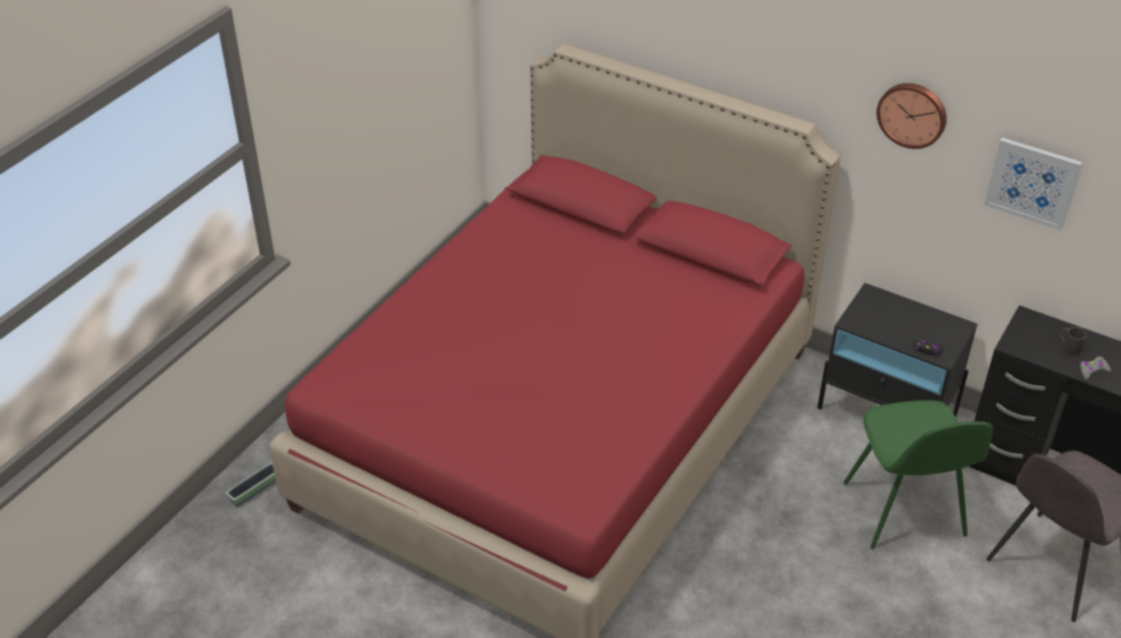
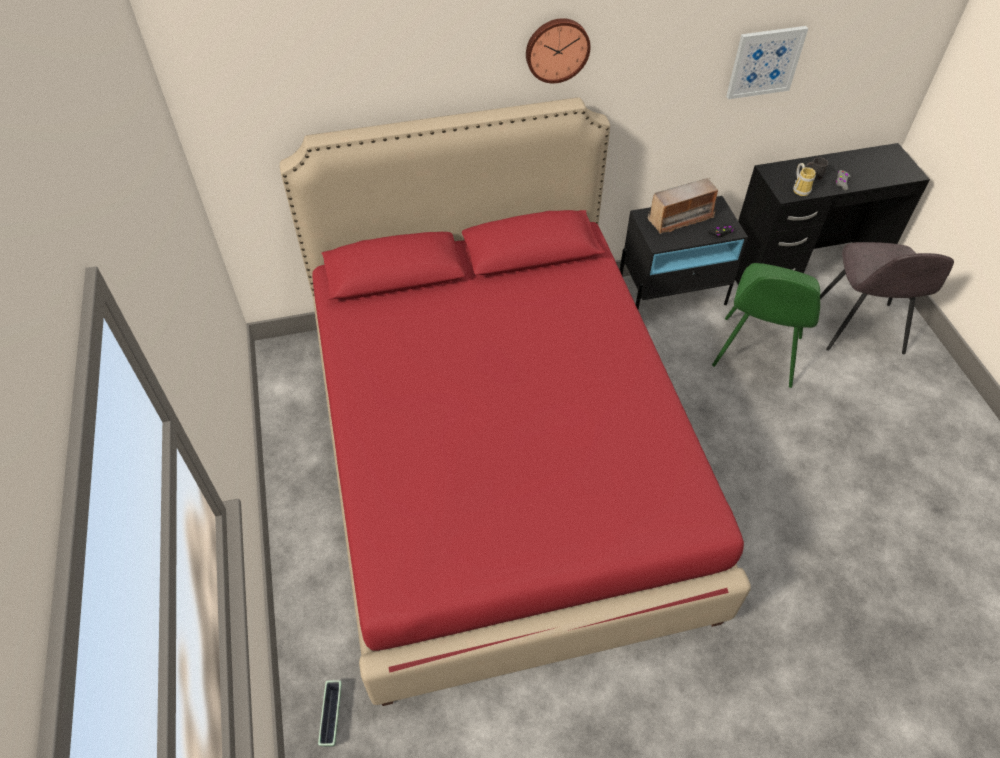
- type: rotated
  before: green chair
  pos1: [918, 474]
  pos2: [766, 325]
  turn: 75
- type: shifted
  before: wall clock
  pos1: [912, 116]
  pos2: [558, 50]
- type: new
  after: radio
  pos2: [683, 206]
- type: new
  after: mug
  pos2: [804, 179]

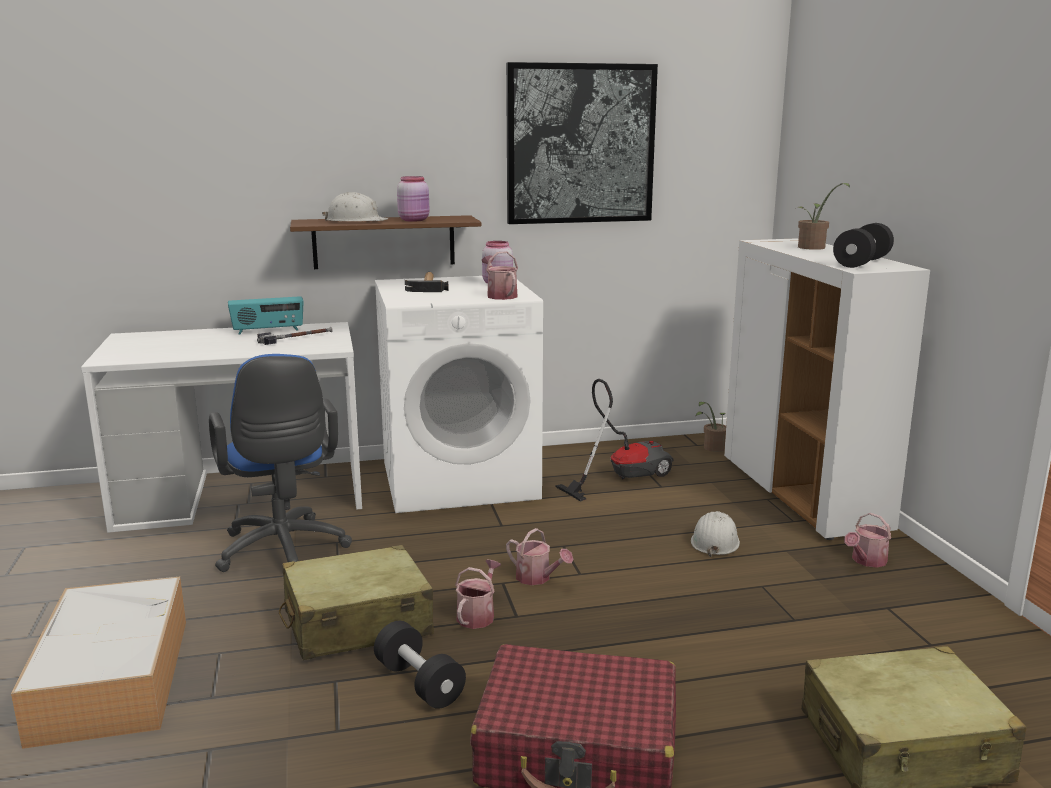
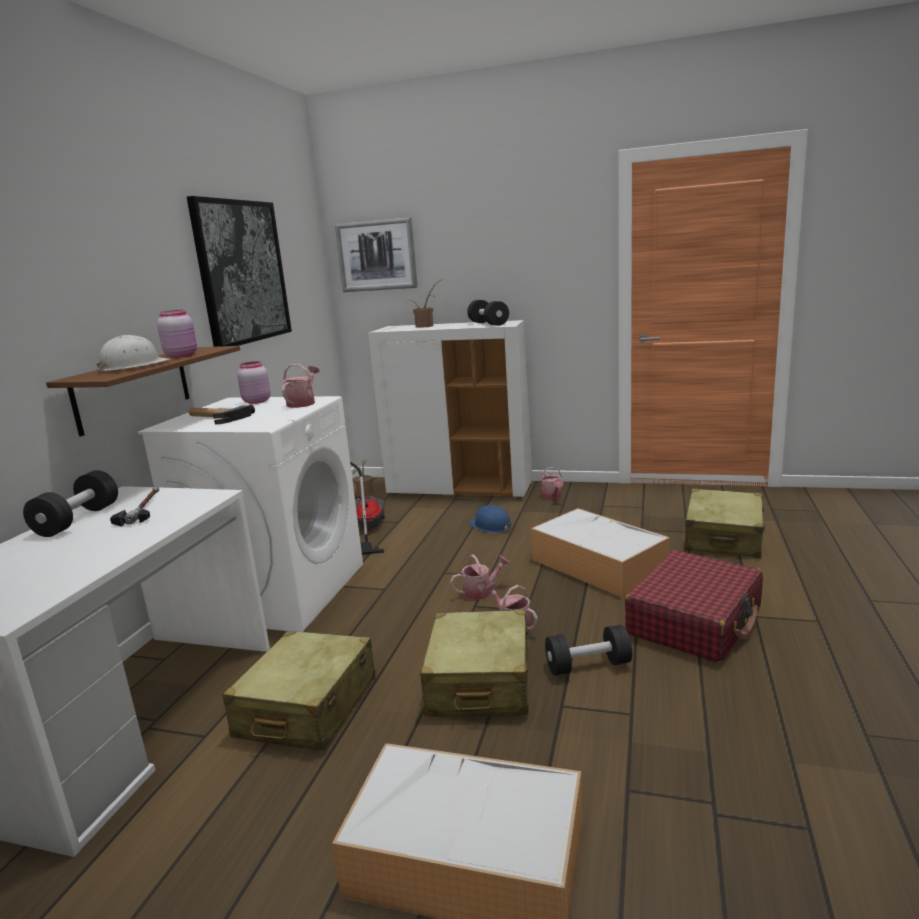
- type: swapped
  before: blue office chair
  after: beige suitcase
  pos1: [280, 463]
  pos2: [299, 691]
- type: swapped
  before: radio
  after: black dumbbell
  pos1: [266, 315]
  pos2: [70, 503]
- type: rotated
  before: watering can
  pos1: [500, 275]
  pos2: [301, 386]
  turn: 105
- type: repainted
  before: white hard hat
  after: blue hard hat
  pos1: [715, 534]
  pos2: [490, 519]
- type: new
  after: picture
  pos2: [376, 254]
- type: new
  after: storage box
  pos2: [600, 553]

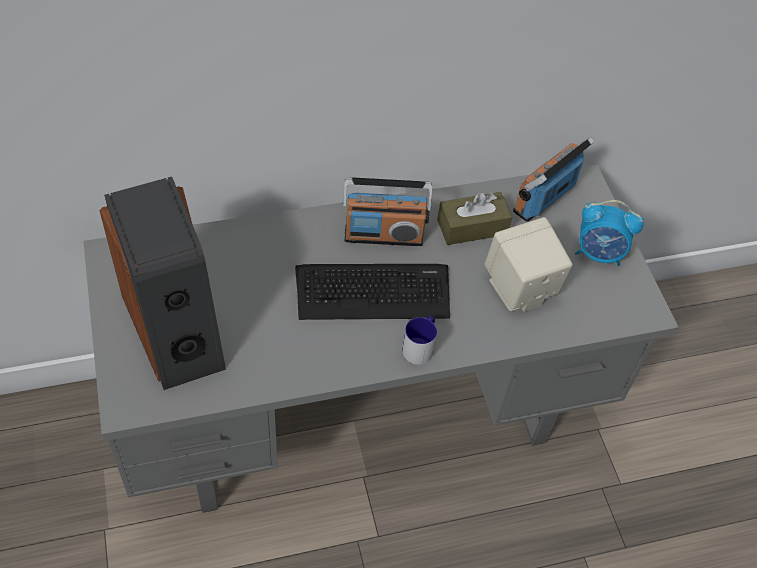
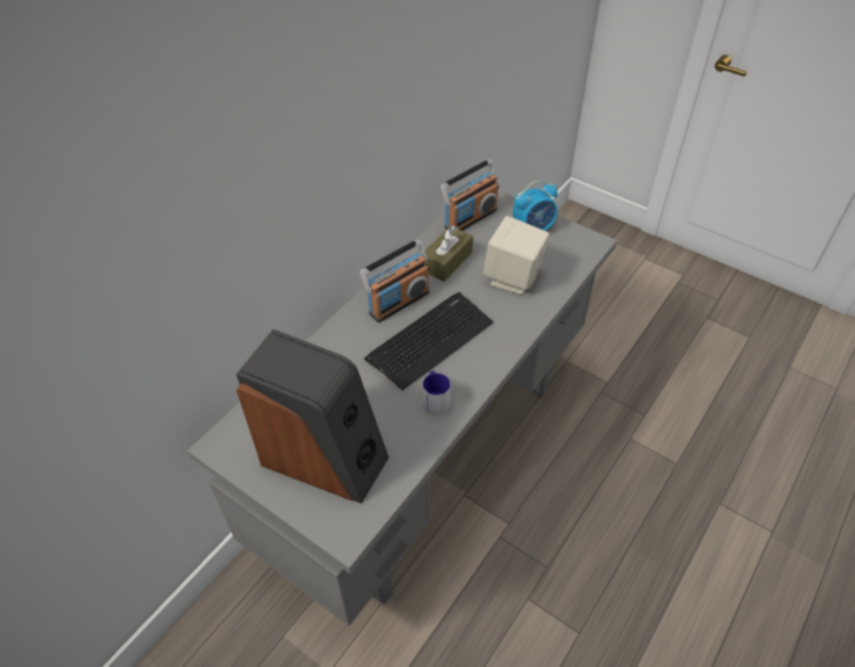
- type: shifted
  before: mug
  pos1: [419, 340]
  pos2: [437, 393]
- type: rotated
  before: radio
  pos1: [553, 179]
  pos2: [470, 195]
  turn: -135

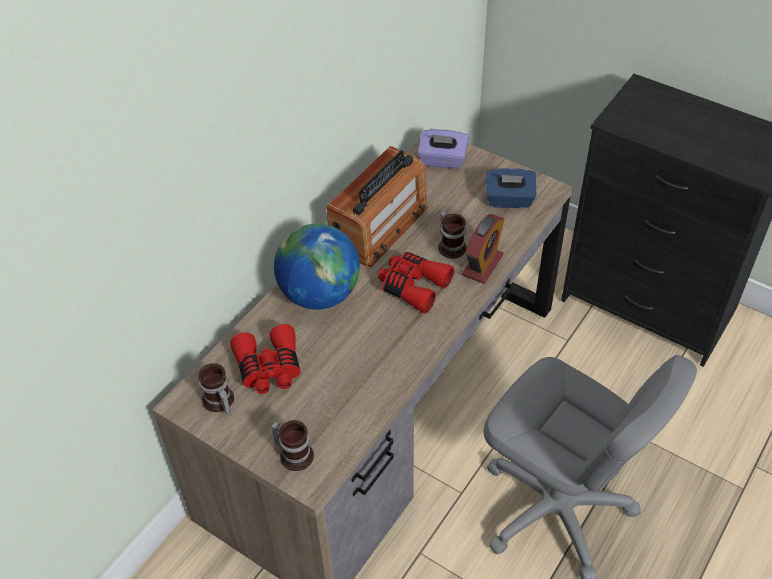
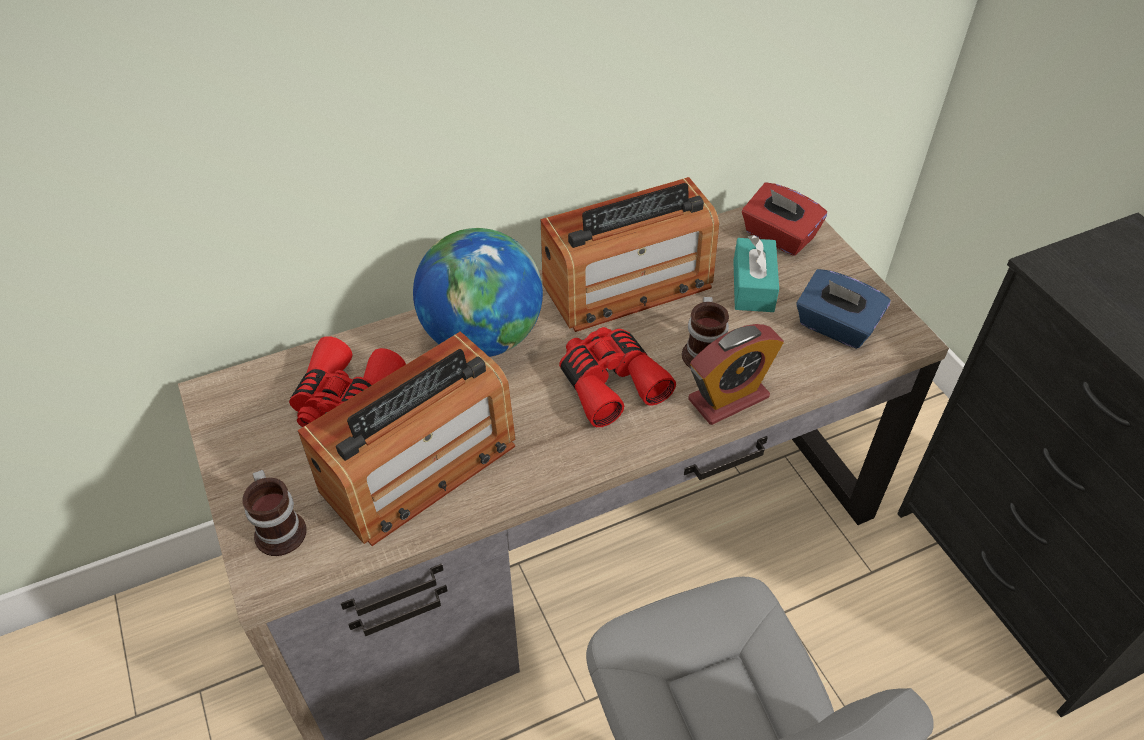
- type: gone
  before: mug
  pos1: [216, 388]
- type: repainted
  before: purple tissue box
  after: red tissue box
  pos1: [443, 149]
  pos2: [784, 219]
- type: new
  after: radio
  pos2: [406, 438]
- type: new
  after: turquoise tissue box
  pos2: [756, 273]

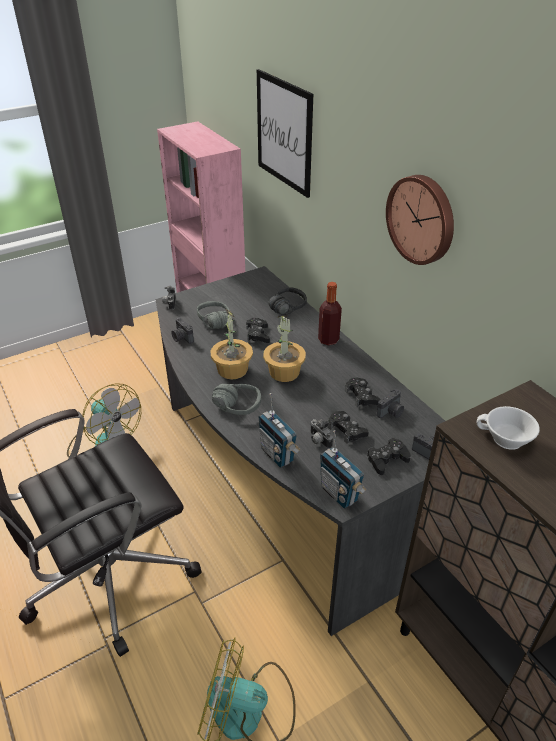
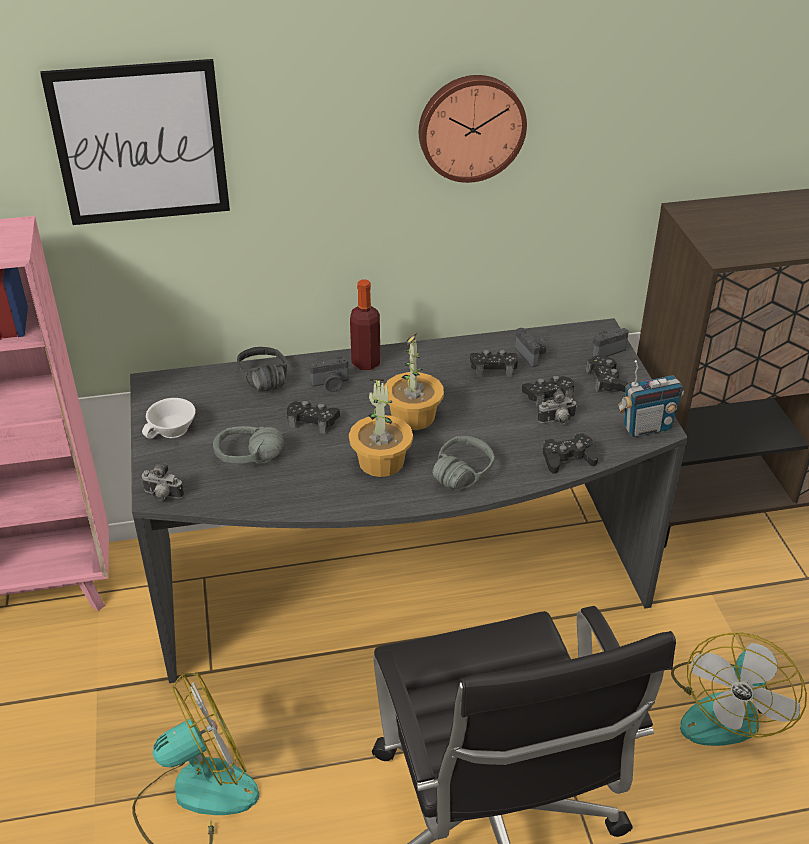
- type: shifted
  before: photo camera
  pos1: [182, 330]
  pos2: [329, 374]
- type: swapped
  before: radio
  after: black game controller
  pos1: [279, 430]
  pos2: [570, 453]
- type: shifted
  before: white cup
  pos1: [508, 428]
  pos2: [169, 418]

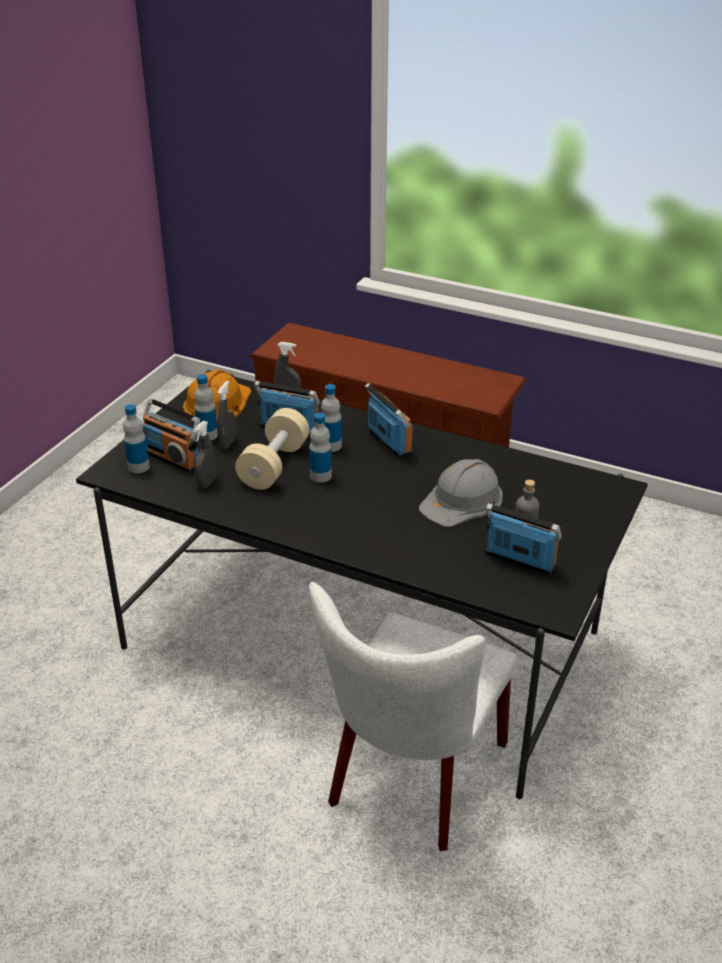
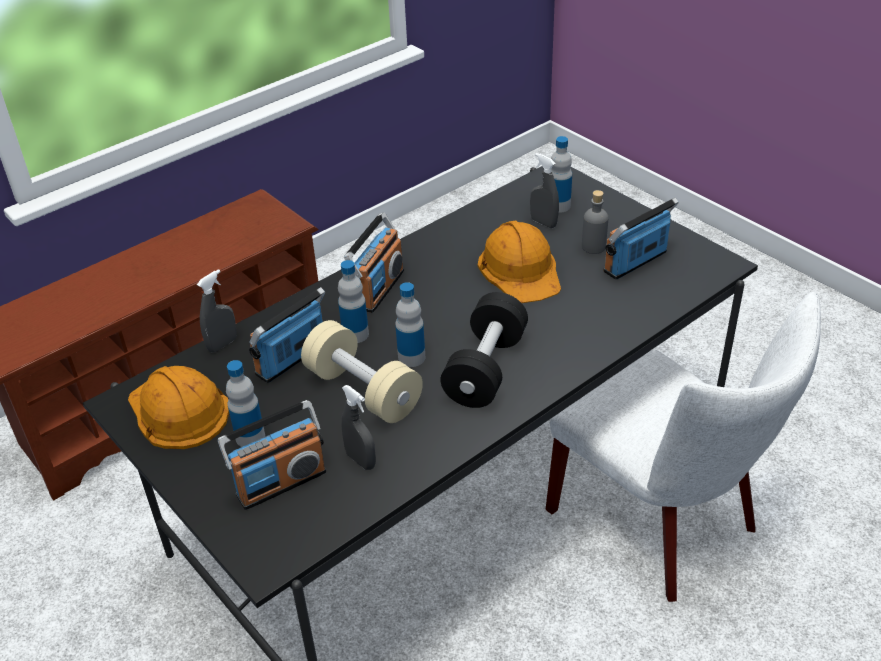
- type: shifted
  before: bottle
  pos1: [136, 438]
  pos2: [561, 174]
- type: shifted
  before: grey spray bottle
  pos1: [226, 415]
  pos2: [544, 190]
- type: rotated
  before: radio
  pos1: [389, 420]
  pos2: [374, 262]
  turn: 120
- type: repainted
  before: grey hard hat
  after: orange hard hat
  pos1: [461, 493]
  pos2: [519, 262]
- type: new
  after: black dumbbell
  pos2: [484, 350]

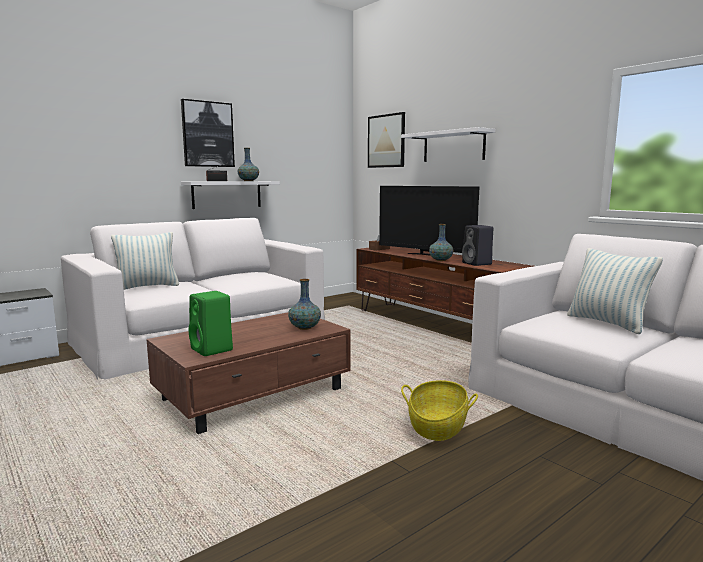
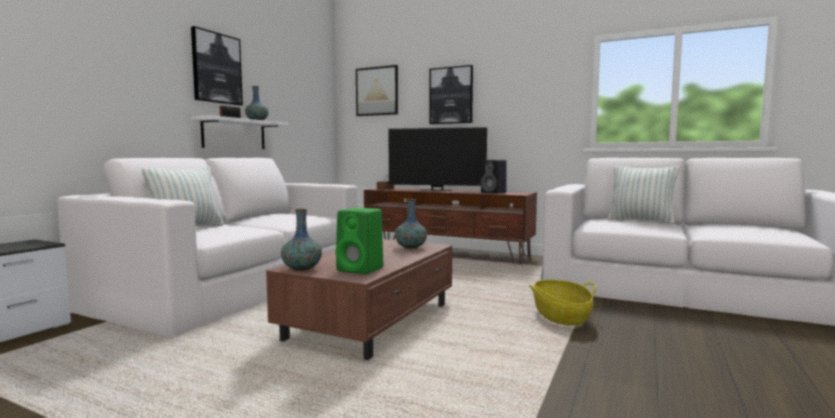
- type: swapped
  before: white shelf
  after: picture
  pos1: [448, 144]
  pos2: [451, 94]
- type: shifted
  before: vase
  pos1: [441, 242]
  pos2: [301, 240]

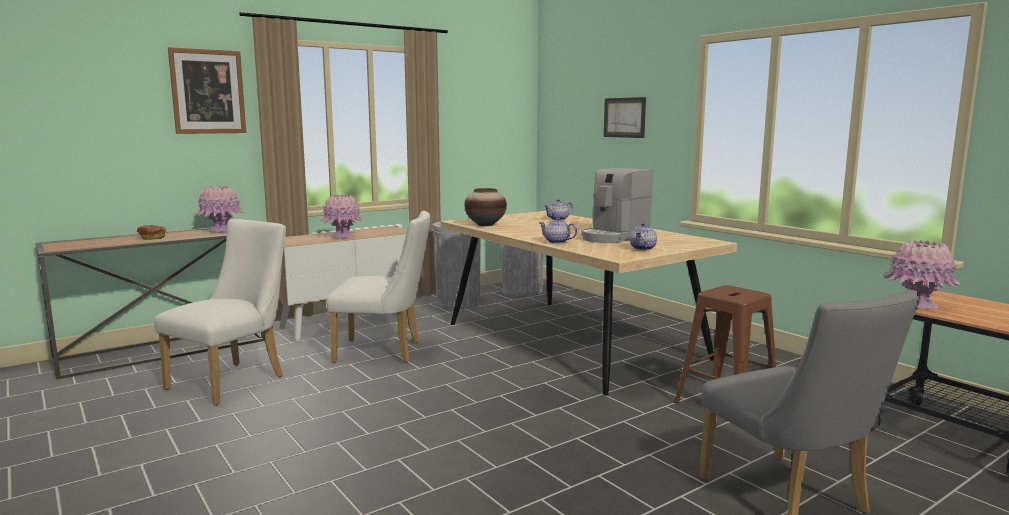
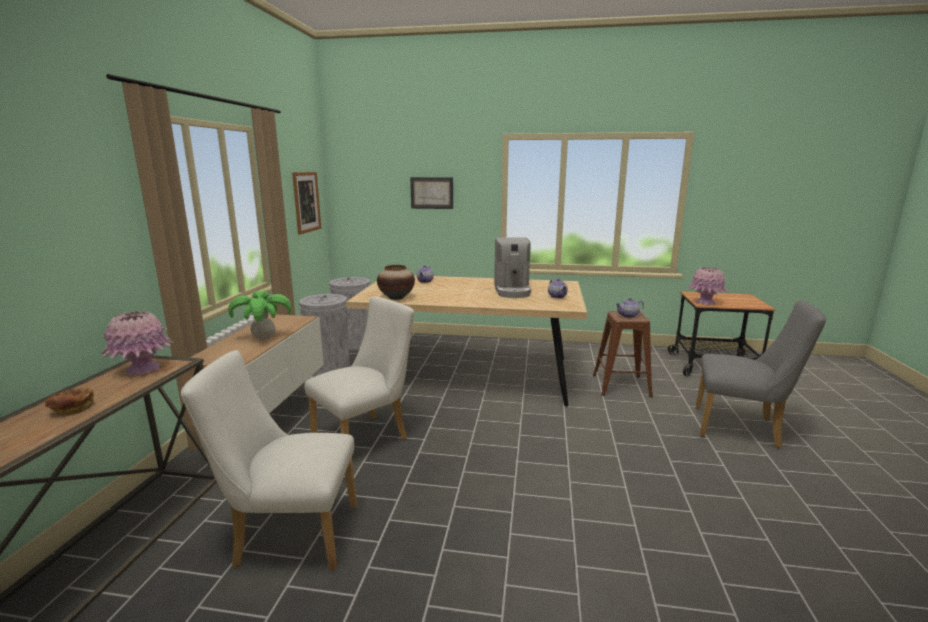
- type: rotated
  before: white chair
  pos1: [220, 312]
  pos2: [269, 460]
  turn: -75
- type: shifted
  before: picture
  pos1: [207, 90]
  pos2: [306, 203]
- type: swapped
  before: pink vase
  after: potted plant
  pos1: [342, 216]
  pos2: [259, 315]
- type: shifted
  before: teapot
  pos1: [558, 230]
  pos2: [630, 308]

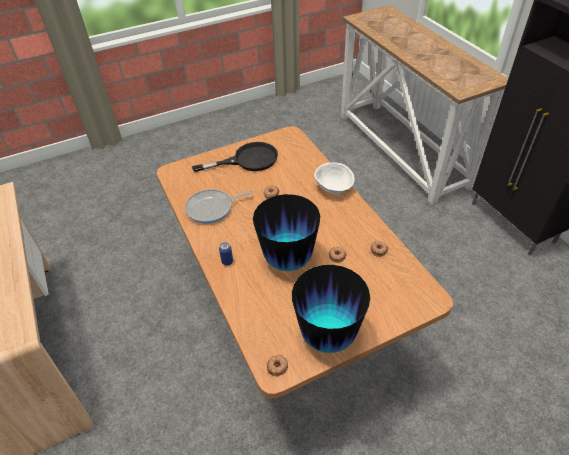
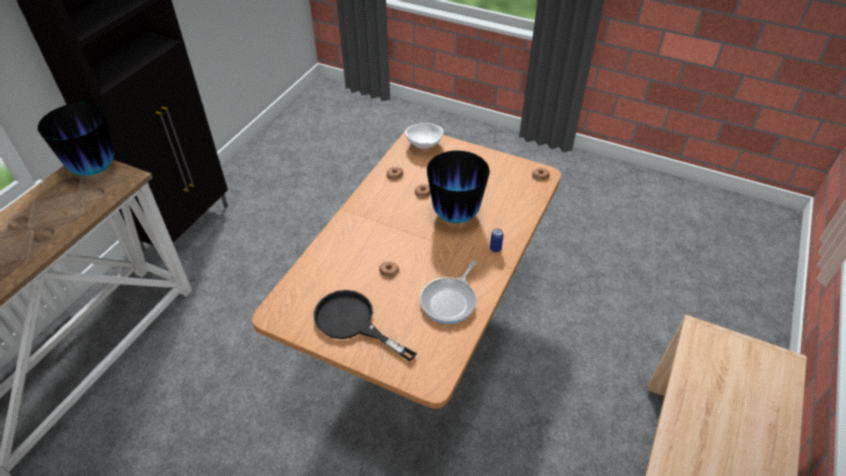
- type: rotated
  before: frying pan
  pos1: [219, 206]
  pos2: [448, 292]
  turn: 90
- type: shifted
  before: vase
  pos1: [331, 309]
  pos2: [76, 139]
- type: shifted
  before: white bowl
  pos1: [334, 178]
  pos2: [424, 136]

